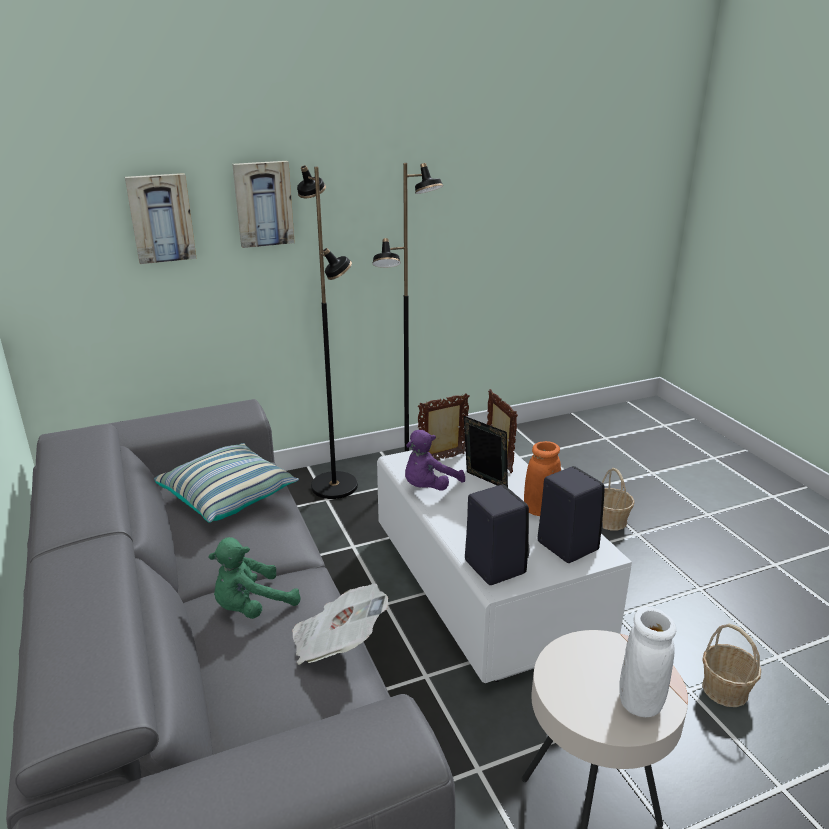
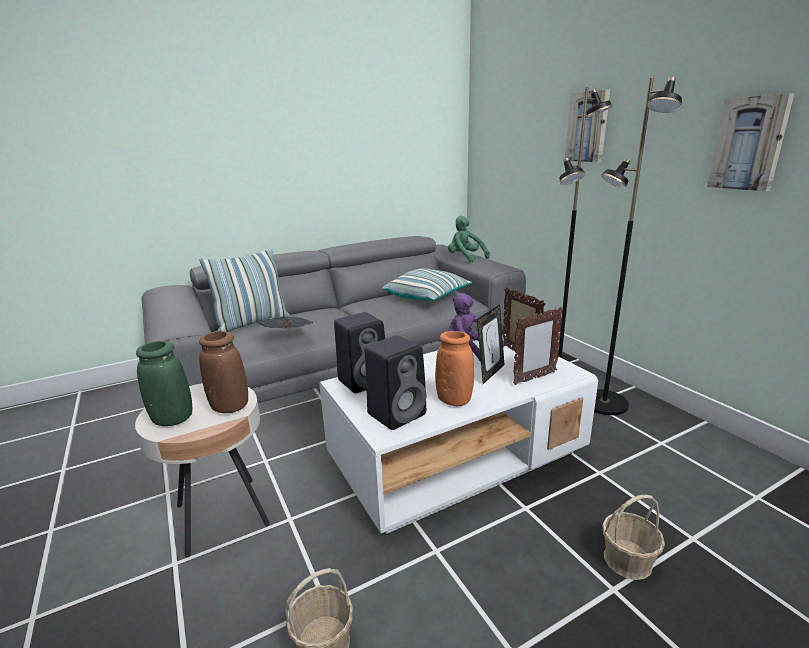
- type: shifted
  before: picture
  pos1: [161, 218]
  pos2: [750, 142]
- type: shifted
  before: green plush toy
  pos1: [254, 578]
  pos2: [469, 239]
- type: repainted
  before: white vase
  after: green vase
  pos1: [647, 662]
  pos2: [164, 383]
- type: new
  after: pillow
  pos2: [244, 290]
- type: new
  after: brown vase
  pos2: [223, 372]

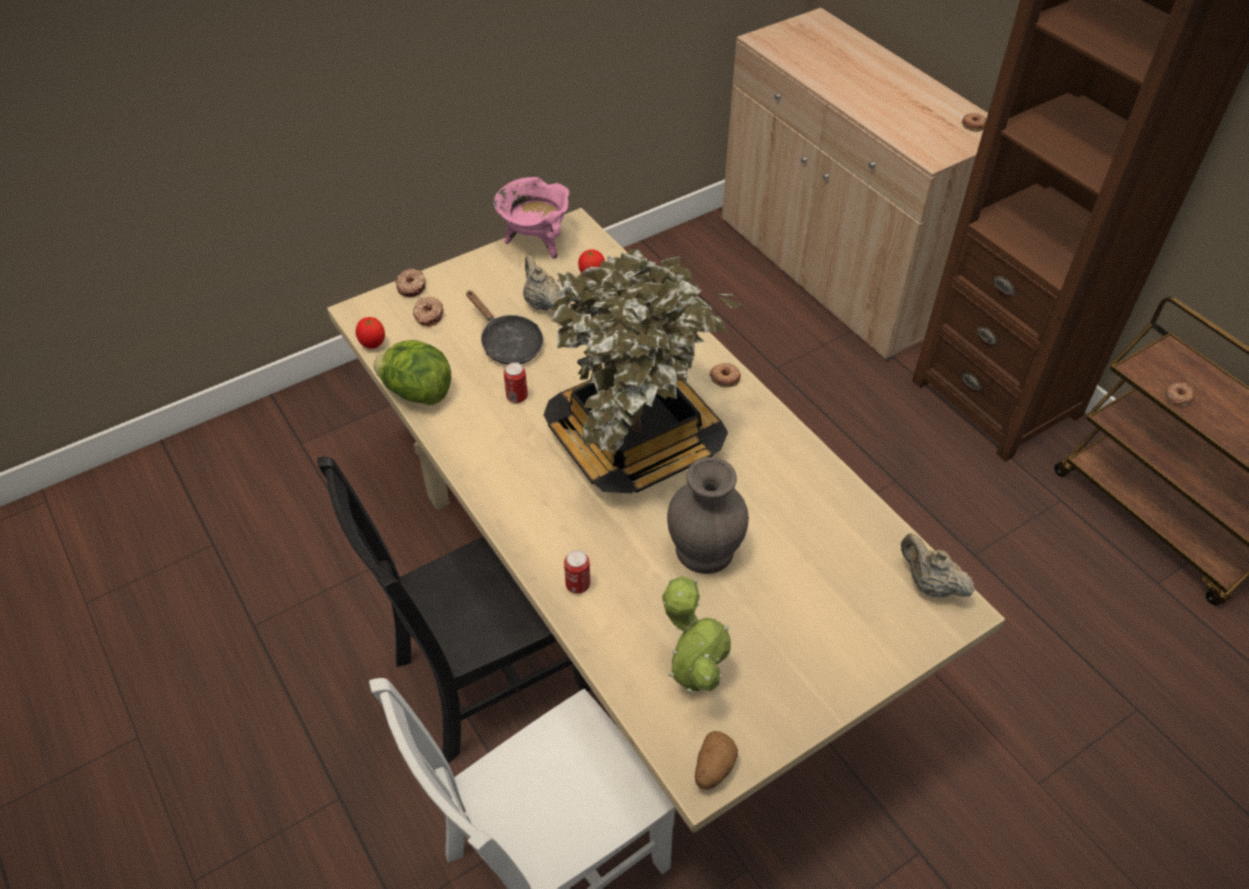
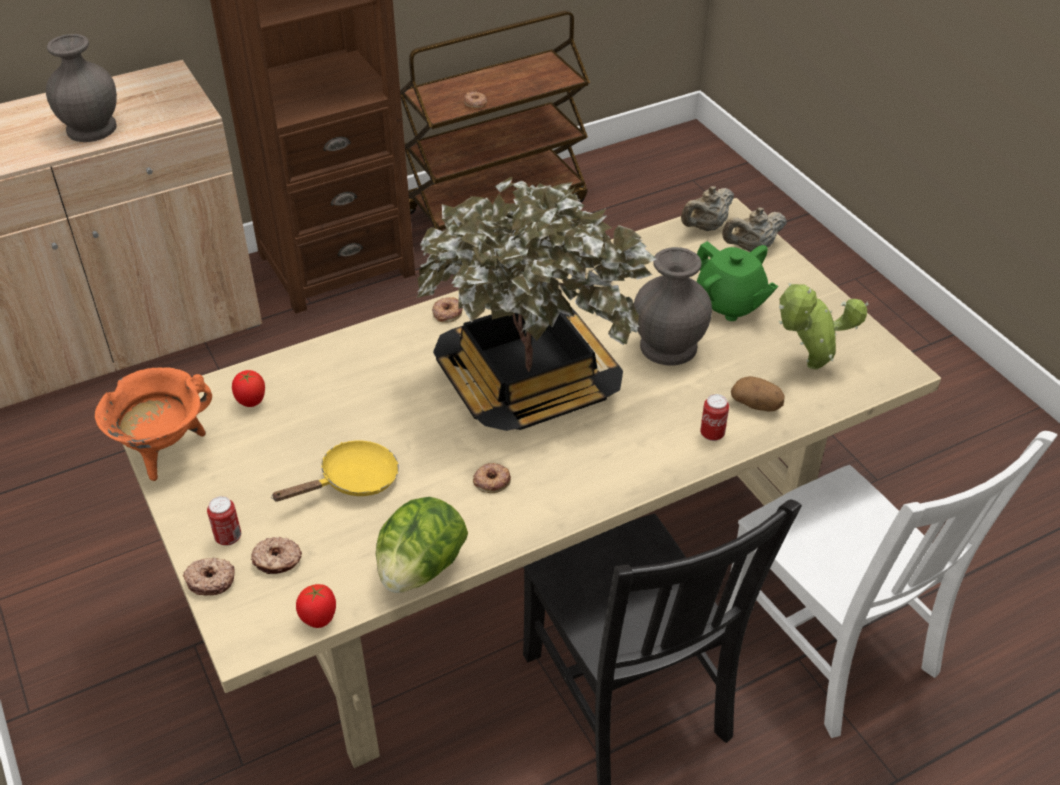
- type: repainted
  before: black frying pan
  after: yellow frying pan
  pos1: [504, 327]
  pos2: [335, 471]
- type: repainted
  before: pink cooking pot
  after: orange cooking pot
  pos1: [531, 218]
  pos2: [153, 424]
- type: shifted
  before: can
  pos1: [516, 382]
  pos2: [224, 520]
- type: shifted
  before: beige teapot
  pos1: [541, 283]
  pos2: [754, 229]
- type: shifted
  before: potato
  pos1: [716, 760]
  pos2: [758, 394]
- type: shifted
  before: donut
  pos1: [974, 122]
  pos2: [492, 478]
- type: new
  after: grey vase
  pos2: [81, 88]
- type: new
  after: green teapot
  pos2: [737, 281]

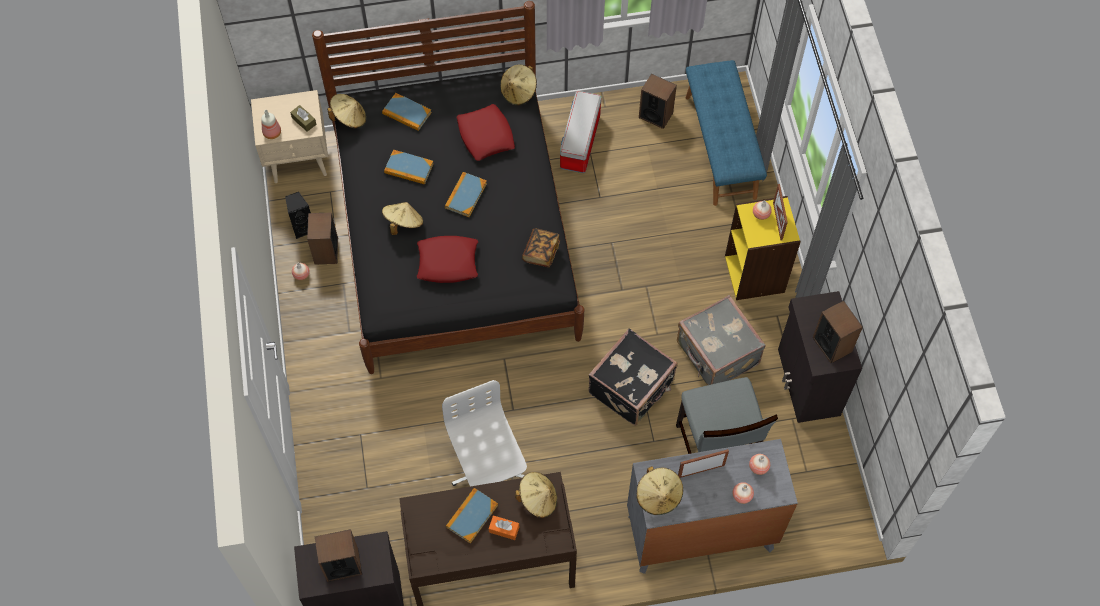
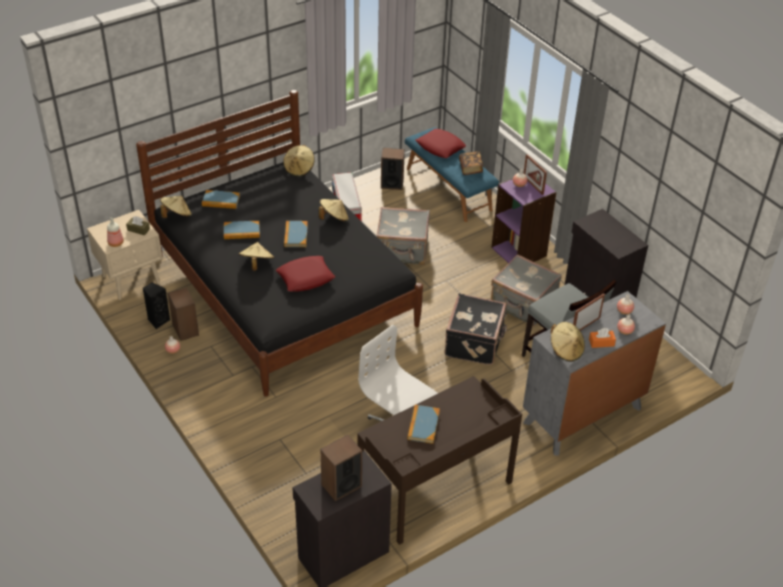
- type: shifted
  before: red pillow
  pos1: [485, 132]
  pos2: [441, 143]
- type: shifted
  before: orange tissue box
  pos1: [504, 527]
  pos2: [602, 338]
- type: shifted
  before: beige hat
  pos1: [536, 495]
  pos2: [334, 210]
- type: shifted
  before: book
  pos1: [541, 247]
  pos2: [471, 163]
- type: repainted
  before: yellow bookcase
  after: purple bookcase
  pos1: [763, 248]
  pos2: [524, 218]
- type: gone
  before: speaker
  pos1: [837, 332]
- type: new
  after: grey suitcase
  pos2: [403, 236]

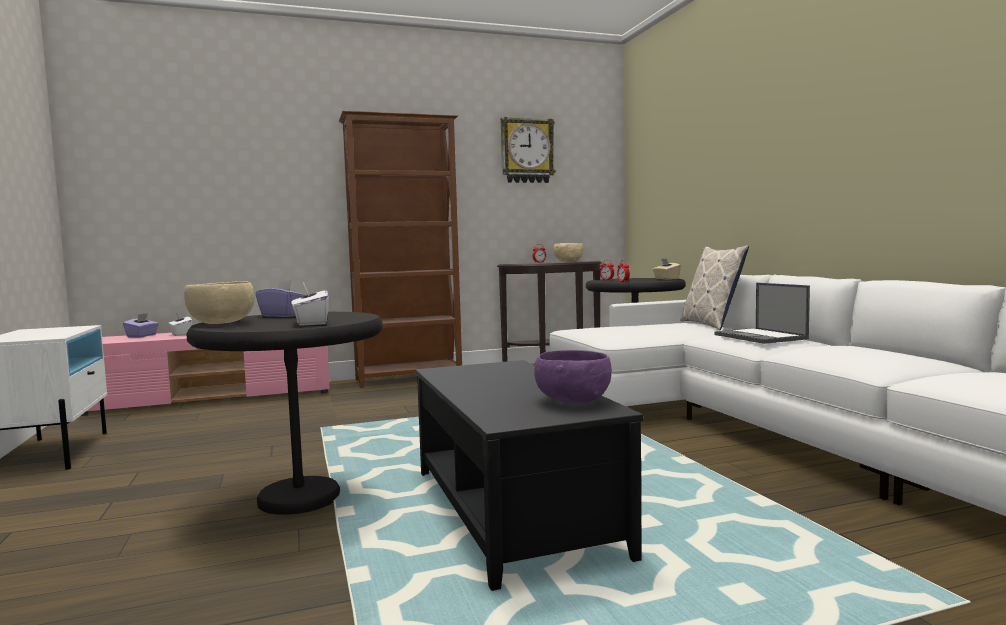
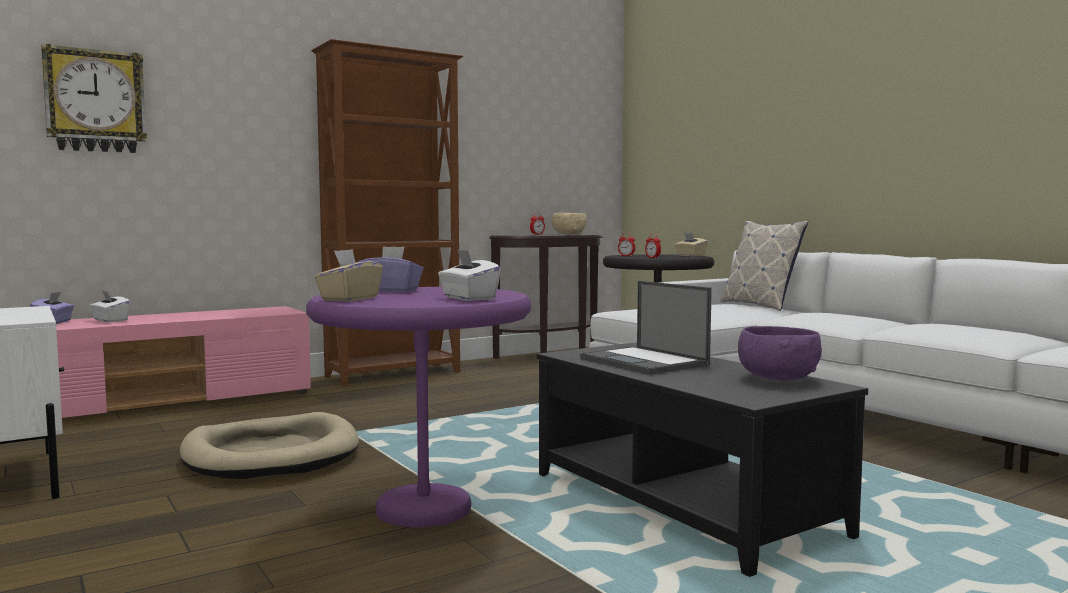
- type: swapped
  before: beige bowl
  after: beige tissue box
  pos1: [219, 302]
  pos2: [348, 275]
- type: repainted
  before: black side table
  after: purple side table
  pos1: [284, 413]
  pos2: [418, 407]
- type: shifted
  before: wall clock
  pos1: [528, 150]
  pos2: [94, 98]
- type: shifted
  before: laptop
  pos1: [762, 313]
  pos2: [646, 328]
- type: new
  after: beige dog bed
  pos2: [269, 445]

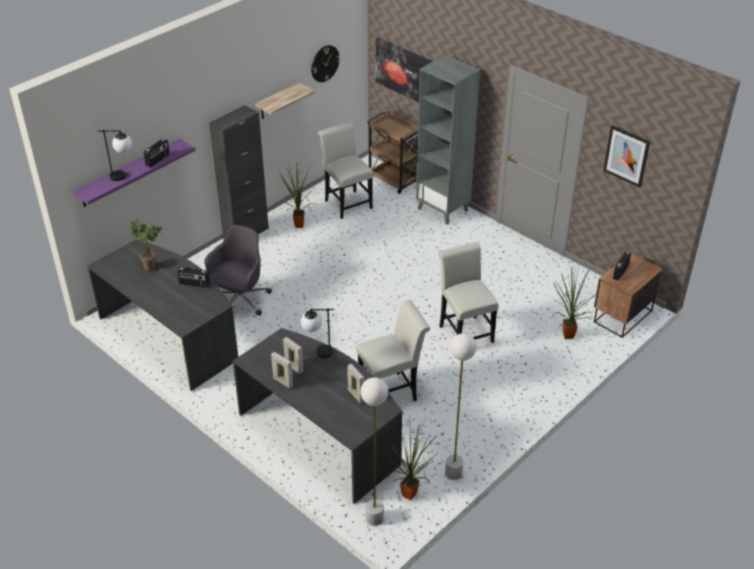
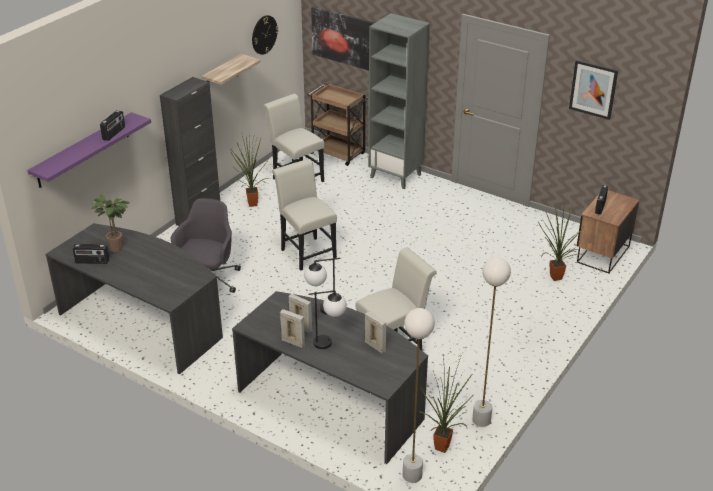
- type: shifted
  before: table lamp
  pos1: [115, 155]
  pos2: [328, 319]
- type: shifted
  before: radio
  pos1: [193, 277]
  pos2: [91, 254]
- type: shifted
  before: white chair
  pos1: [468, 292]
  pos2: [304, 215]

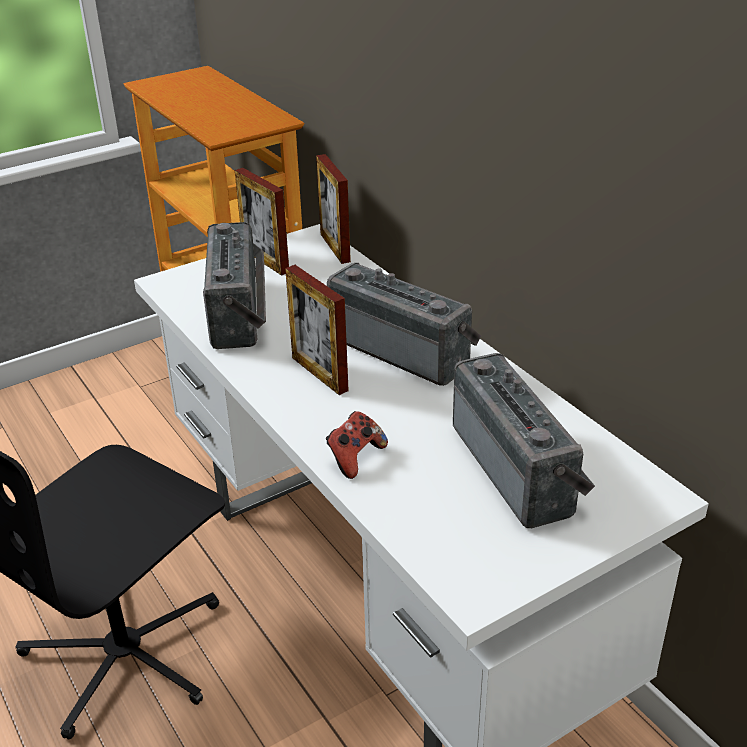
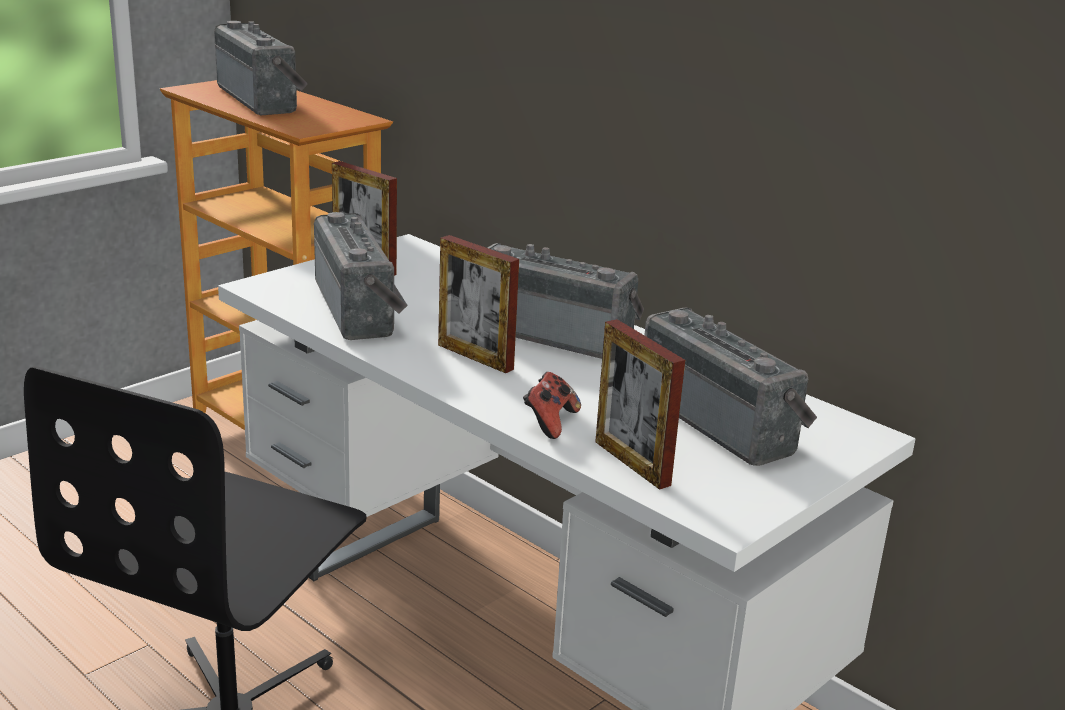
- type: shifted
  before: picture frame
  pos1: [333, 209]
  pos2: [640, 404]
- type: new
  after: radio
  pos2: [261, 68]

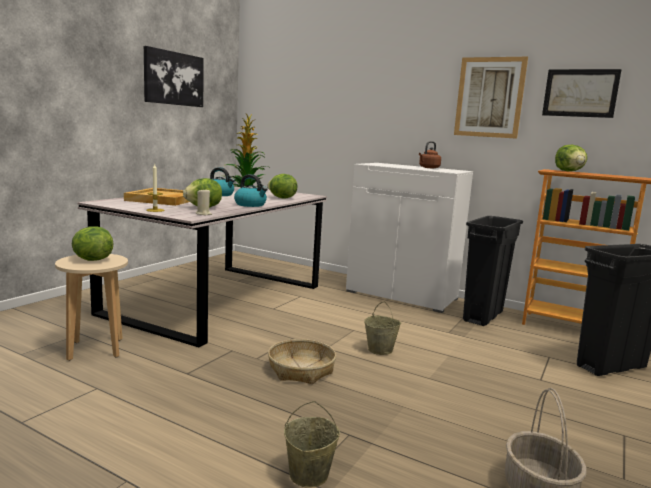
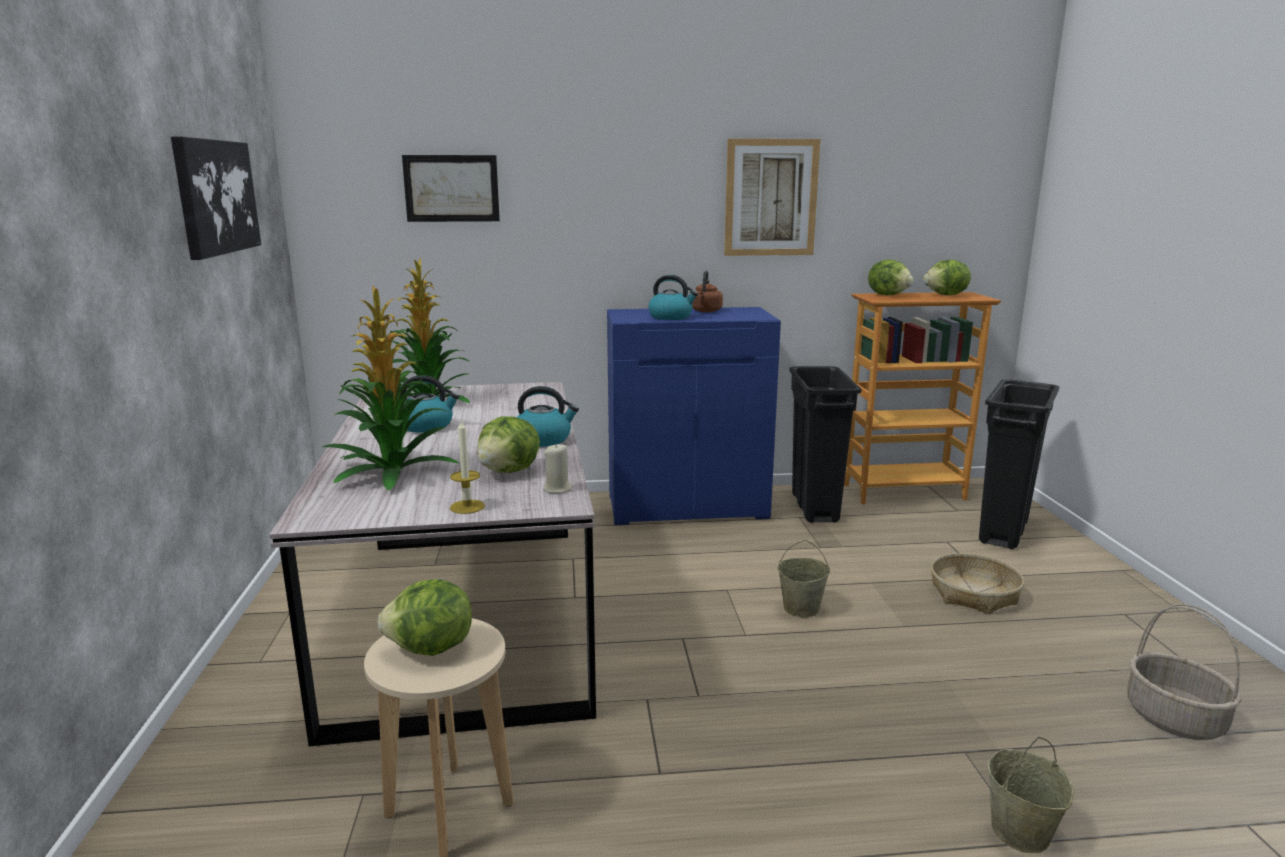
- type: swapped
  before: beige tray
  after: potted plant
  pos1: [156, 197]
  pos2: [390, 388]
- type: shifted
  before: lettuce
  pos1: [283, 186]
  pos2: [947, 277]
- type: shifted
  before: basket
  pos1: [302, 361]
  pos2: [977, 583]
- type: repainted
  before: white cabinet
  after: blue cabinet
  pos1: [409, 238]
  pos2: [694, 416]
- type: shifted
  before: picture
  pos1: [582, 93]
  pos2: [451, 188]
- type: new
  after: kettle
  pos2: [673, 297]

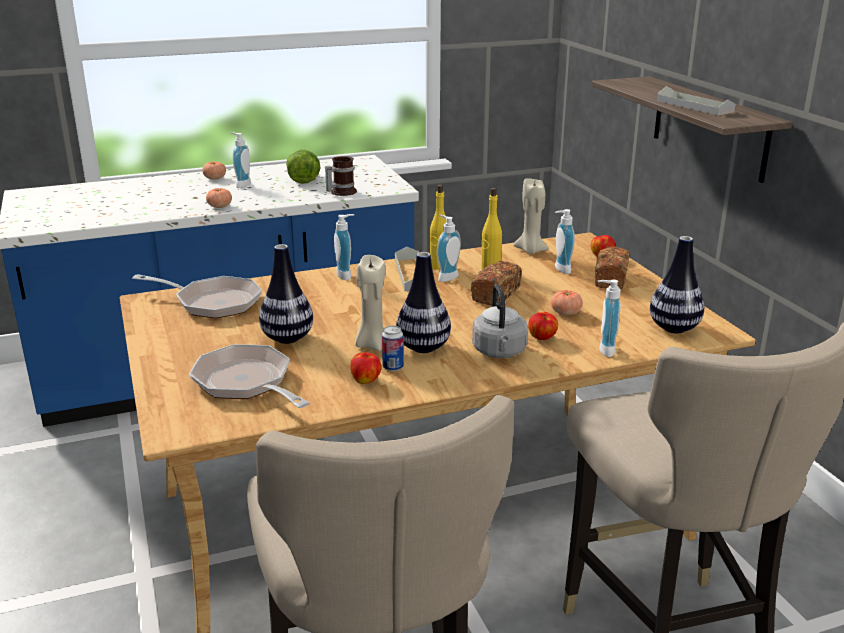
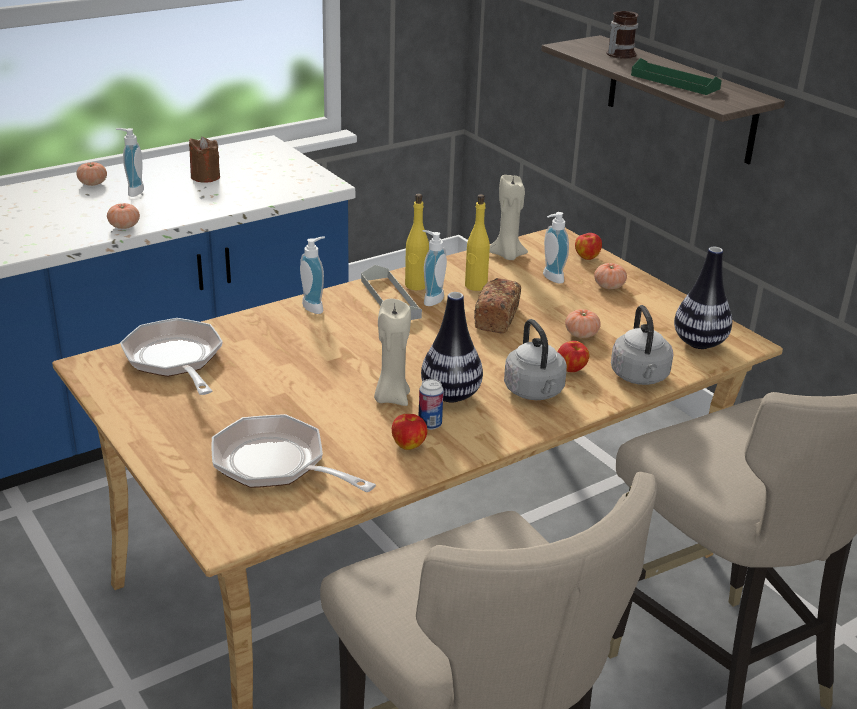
- type: rotated
  before: frying pan
  pos1: [197, 296]
  pos2: [171, 356]
  turn: -120
- type: gone
  before: vase
  pos1: [286, 294]
- type: swapped
  before: lettuce
  after: brown candle
  pos1: [303, 166]
  pos2: [204, 160]
- type: shifted
  before: mug
  pos1: [341, 176]
  pos2: [622, 35]
- type: swapped
  before: bread
  after: tomato
  pos1: [612, 268]
  pos2: [610, 276]
- type: swapped
  before: soap dispenser
  after: grey kettle
  pos1: [609, 318]
  pos2: [642, 345]
- type: repainted
  before: grey tray
  after: green tray
  pos1: [696, 100]
  pos2: [676, 76]

